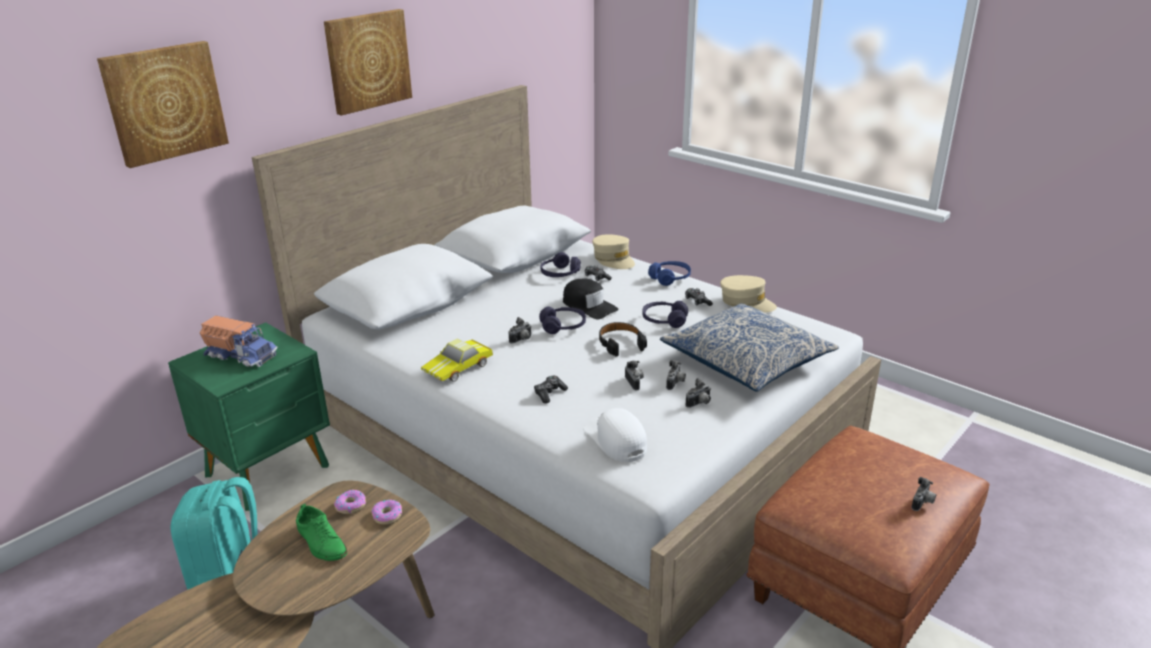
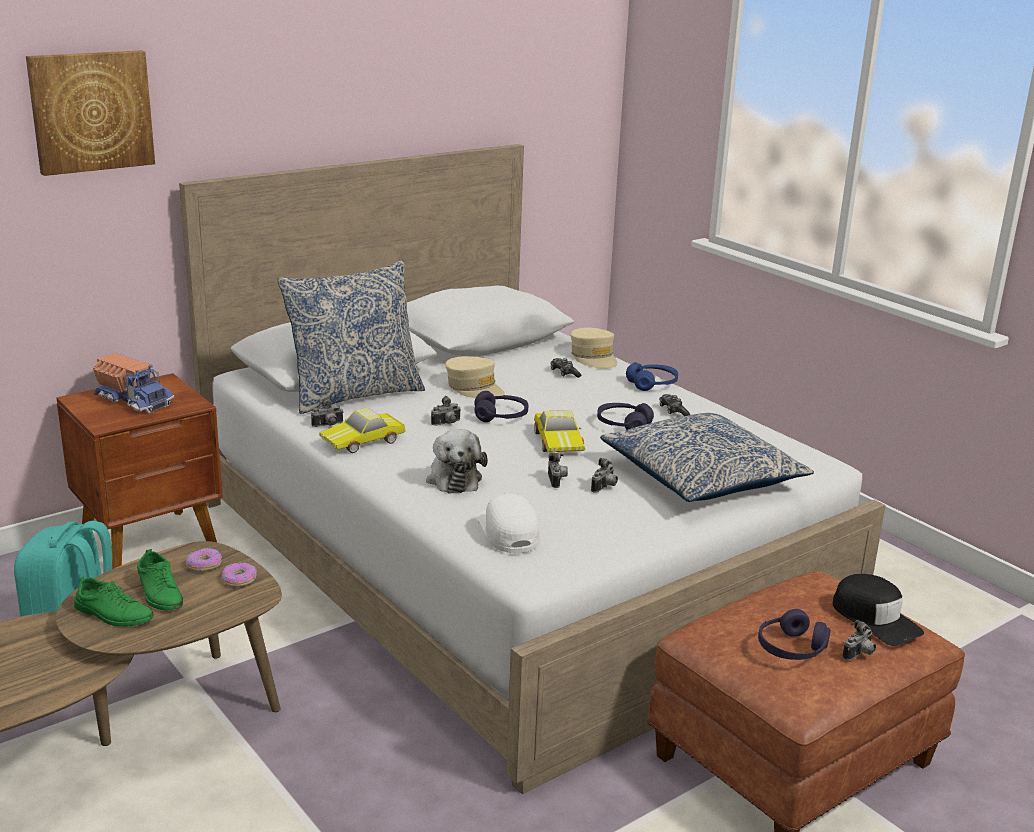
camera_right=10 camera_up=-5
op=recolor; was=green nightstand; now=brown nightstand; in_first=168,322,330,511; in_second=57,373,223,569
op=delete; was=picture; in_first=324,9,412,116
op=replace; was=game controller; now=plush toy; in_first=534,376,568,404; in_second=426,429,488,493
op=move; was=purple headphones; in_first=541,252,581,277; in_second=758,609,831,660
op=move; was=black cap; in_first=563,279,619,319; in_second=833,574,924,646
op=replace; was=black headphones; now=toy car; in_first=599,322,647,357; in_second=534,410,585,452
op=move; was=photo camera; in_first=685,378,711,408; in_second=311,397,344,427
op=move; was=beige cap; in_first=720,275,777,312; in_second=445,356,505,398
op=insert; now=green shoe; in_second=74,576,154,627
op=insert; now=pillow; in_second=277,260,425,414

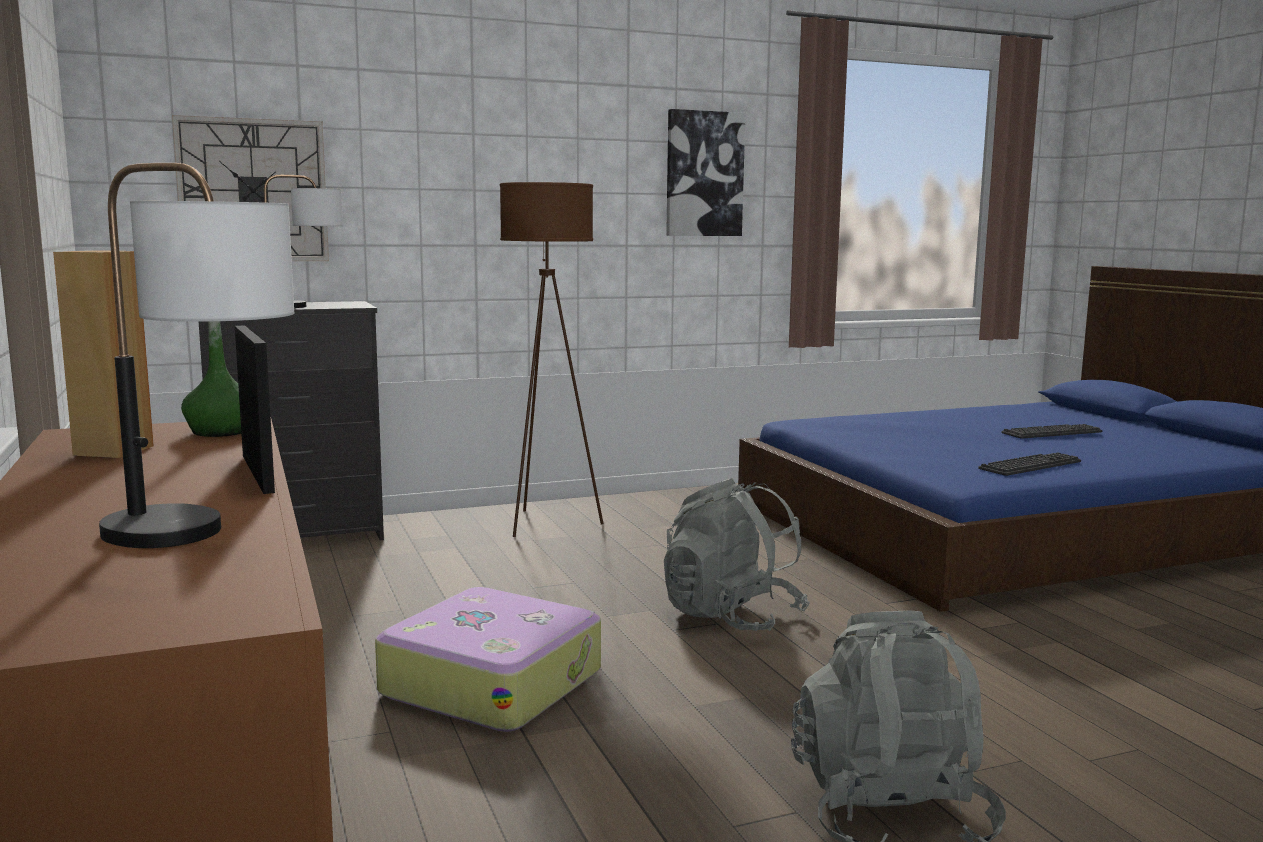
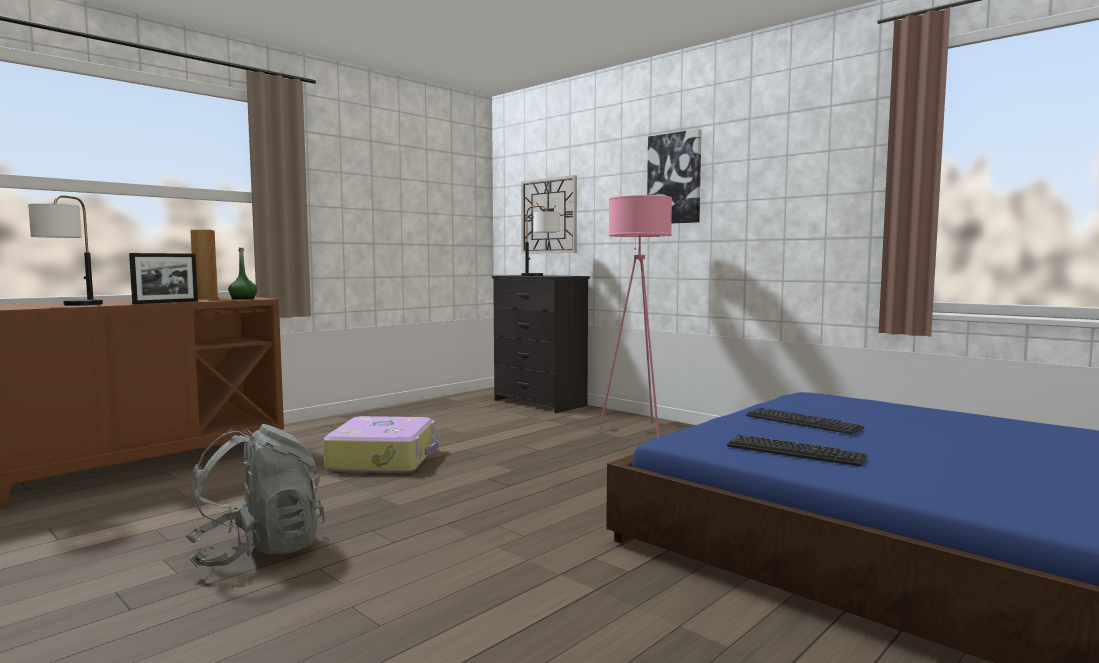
camera_right=65 camera_up=-5
op=recolor; was=brown floor lamp; now=pink floor lamp; in_first=500,182,604,537; in_second=599,195,672,438
op=delete; was=grey backpack; in_first=664,478,810,631
op=move; was=picture; in_first=666,109,745,236; in_second=647,129,701,224
op=move; was=keyboard; in_first=1001,424,1102,439; in_second=746,408,864,434

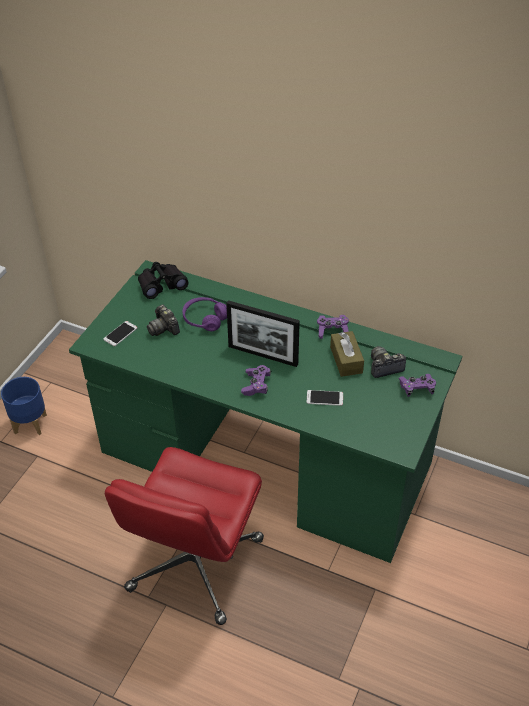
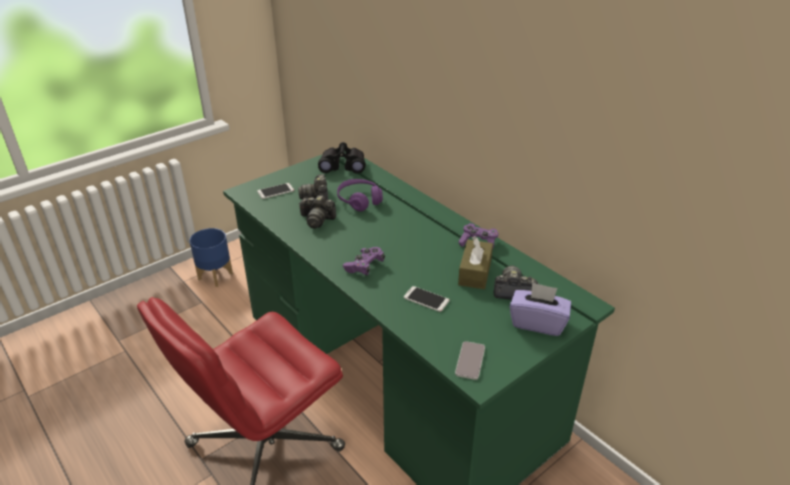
camera_right=25 camera_up=-10
op=delete; was=picture frame; in_first=226,300,300,367
op=replace; was=purple game controller; now=purple tissue box; in_first=399,374,436,397; in_second=509,282,571,336
op=insert; now=photo camera; in_second=299,195,336,228
op=insert; now=phone; in_second=455,341,485,380

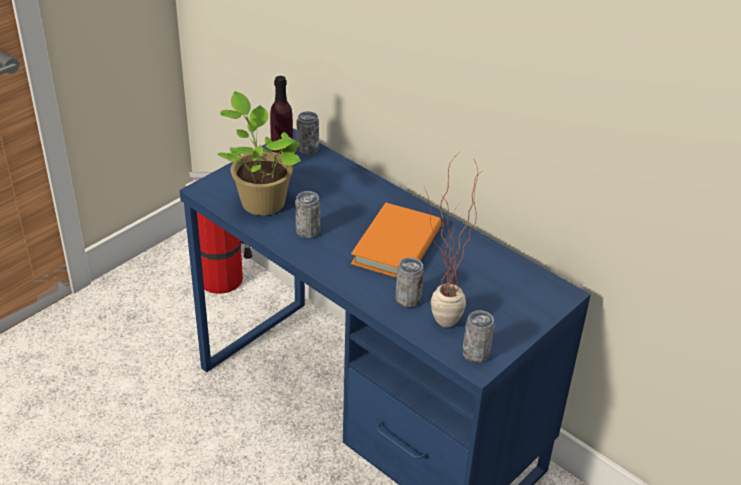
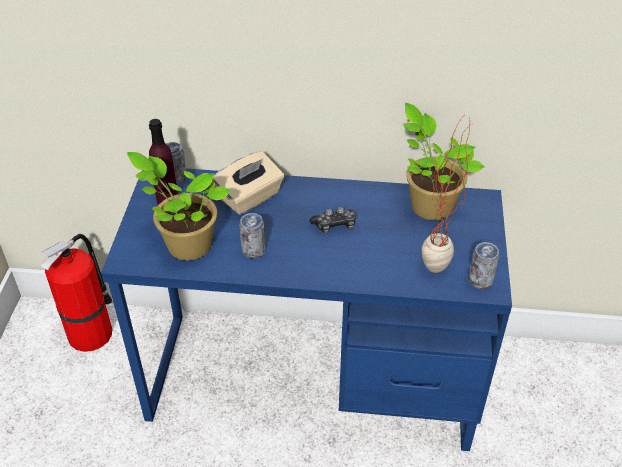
camera_right=-35 camera_up=5
op=replace; was=orange book; now=game controller; in_first=351,203,441,278; in_second=310,207,356,234
op=delete; was=can; in_first=395,257,424,307
op=insert; now=beige tissue box; in_second=213,151,284,215
op=insert; now=potted plant; in_second=403,103,485,220

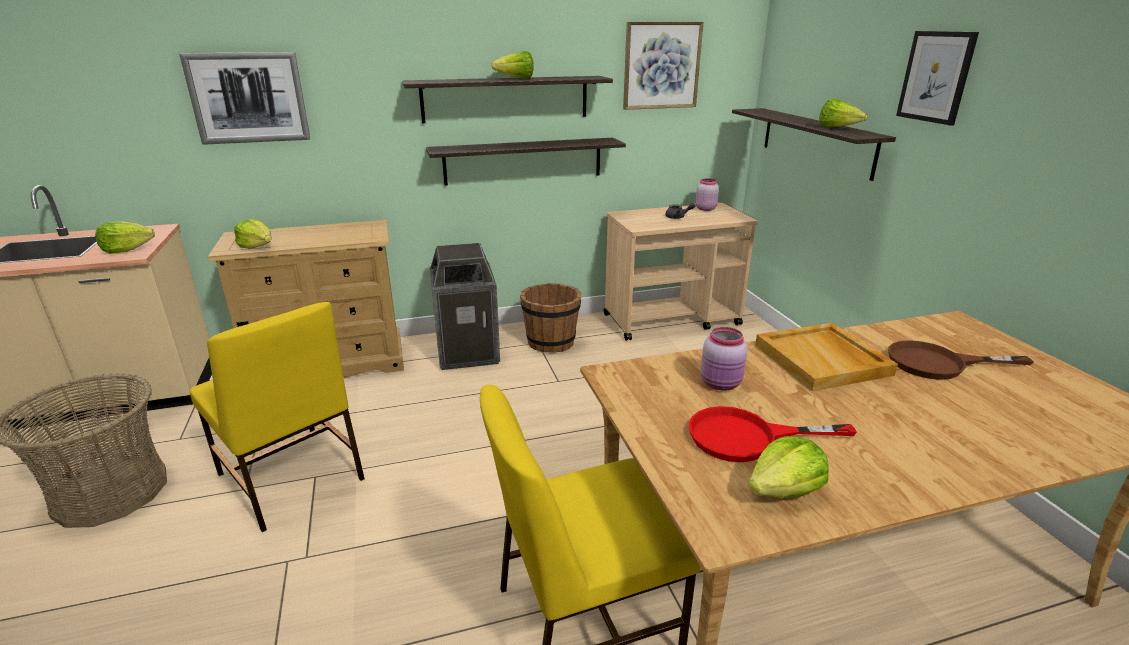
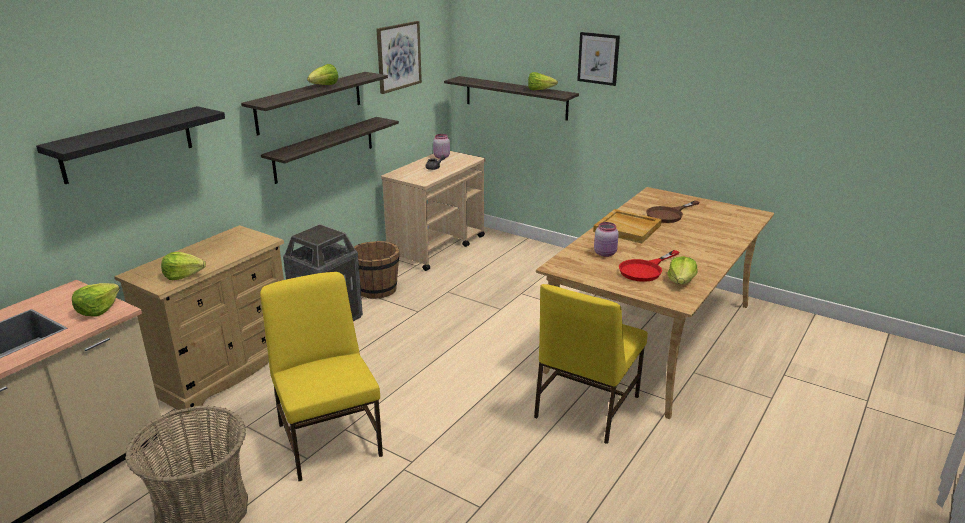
camera_right=-40 camera_up=0
op=replace; was=picture; now=black shelf; in_first=179,52,310,145; in_second=36,106,225,184
op=rotate; was=yellow chair; in_first=189,302,365,532; in_second=260,272,383,481; clockwise=-120

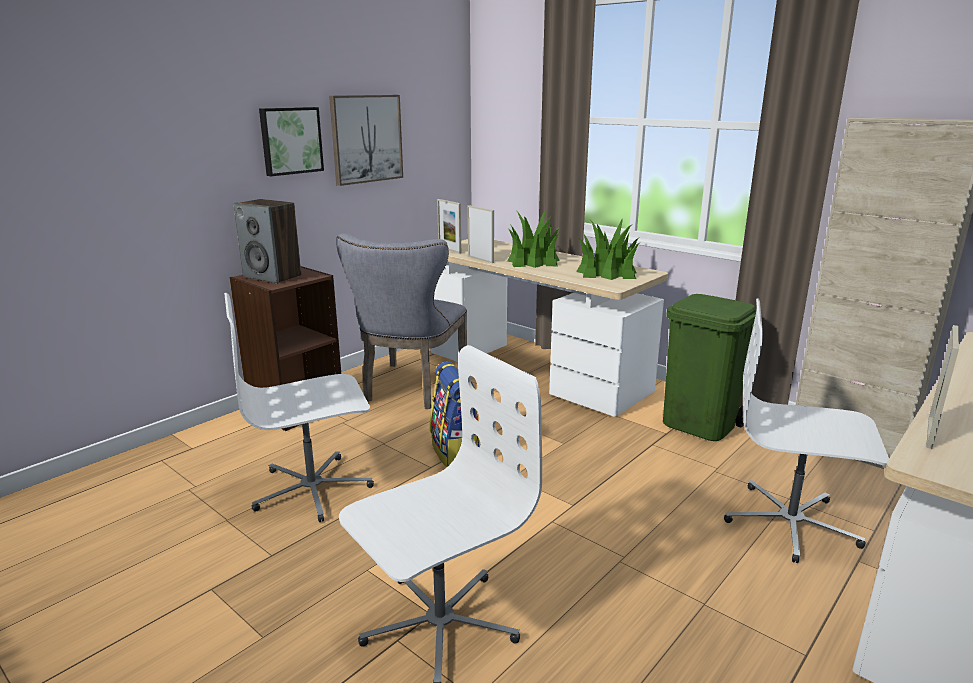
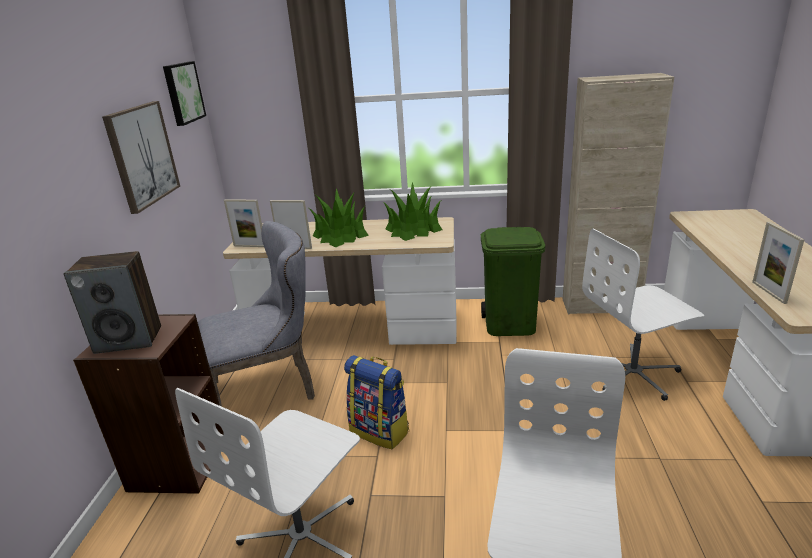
camera_right=-35 camera_up=5
op=move; was=picture; in_first=259,107,324,176; in_second=163,61,206,126
op=rotate; was=grey chair; in_first=336,233,467,409; in_second=198,221,315,407; clockwise=-90

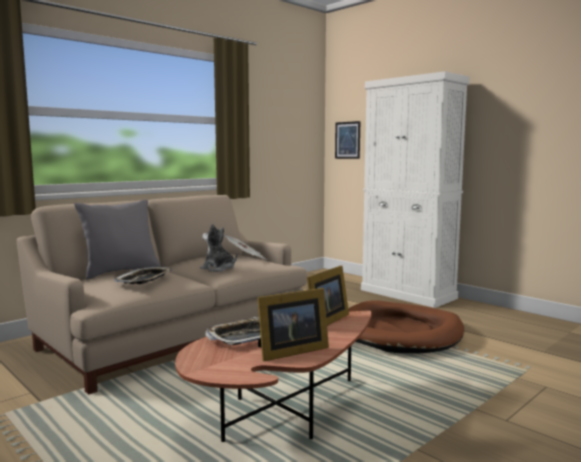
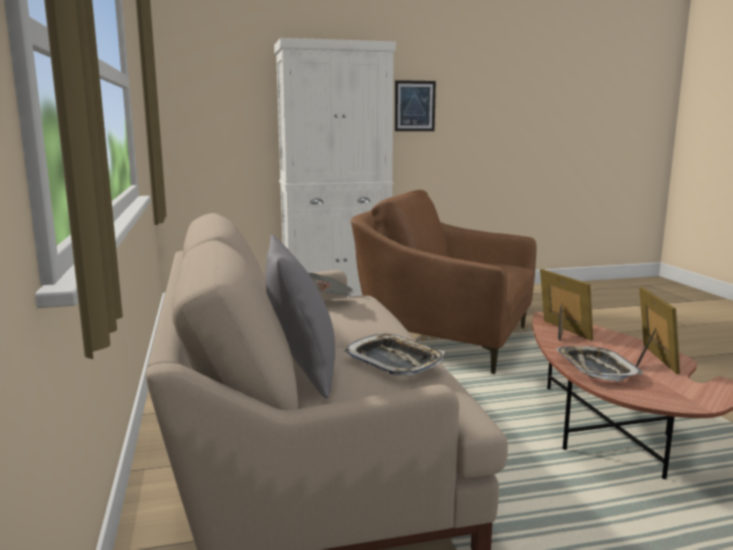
camera_right=-60 camera_up=5
op=delete; was=plush toy; in_first=200,223,238,272
op=move; was=picture; in_first=335,121,360,159; in_second=395,80,436,131
op=replace; was=brown dog bed; now=brown armchair; in_first=348,300,464,353; in_second=351,190,537,374

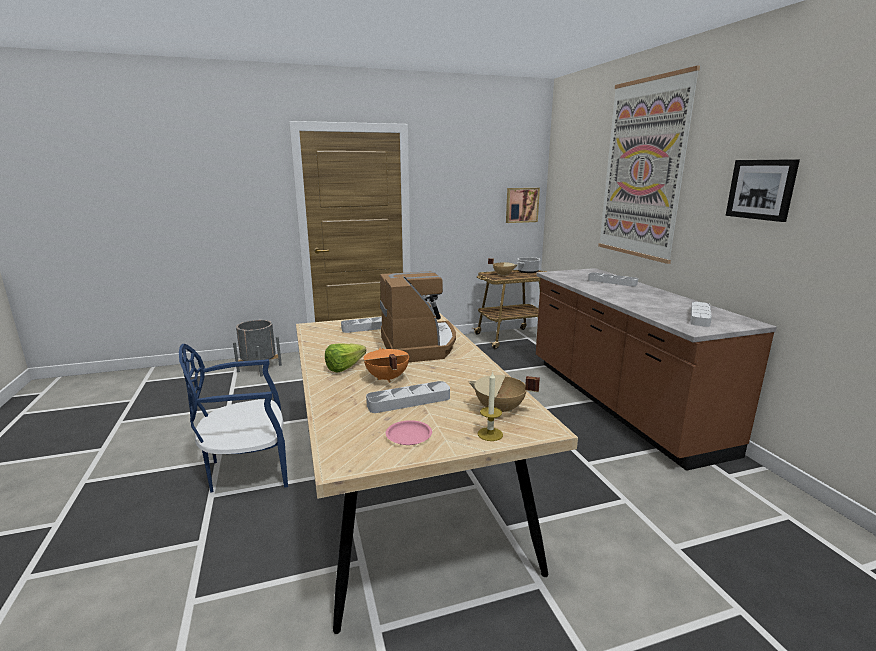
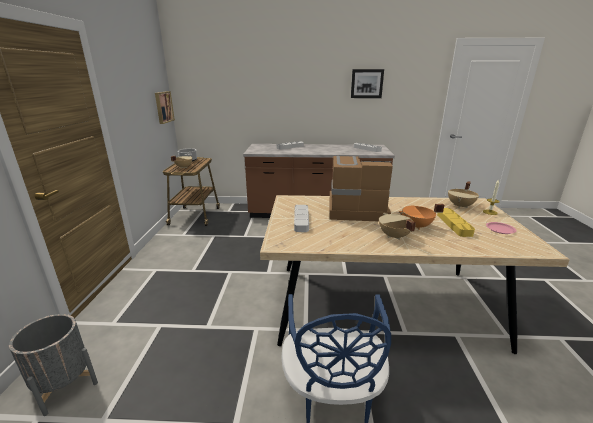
camera_right=-70 camera_up=5
op=replace; was=lettuce; now=beige cooking pot; in_first=325,343,366,373; in_second=379,213,416,240
op=recolor; was=grey tray; now=yellow tray; in_first=366,381,450,413; in_second=437,208,475,237
op=delete; was=picture; in_first=598,65,700,264

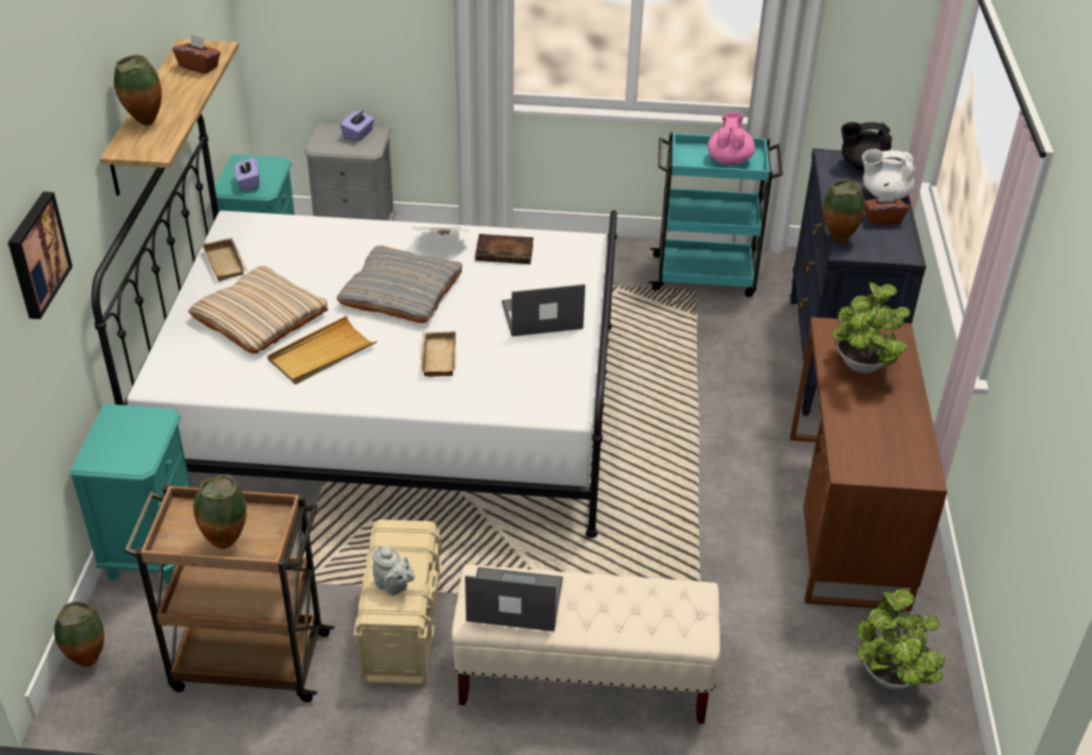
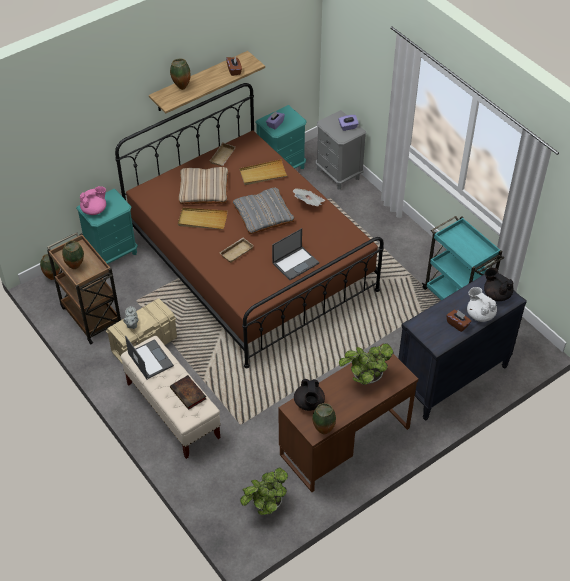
camera_right=50 camera_up=10
op=delete; was=picture; in_first=8,192,73,319
op=recolor; was=white bed; now=brown bed; in_first=91,114,617,538; in_second=115,83,384,368
op=move; was=book; in_first=475,234,533,264; in_second=170,375,206,410
op=rotate; was=laptop; in_first=502,284,585,336; in_second=272,228,319,280; clockwise=105
op=move; was=pink teapot; in_first=708,112,755,165; in_second=80,186,106,215
op=move; was=vase; in_first=823,180,865,243; in_second=312,403,336,434
op=insert; now=beige tray; in_second=239,159,287,185
op=insert; now=black teapot; in_second=294,379,325,411

